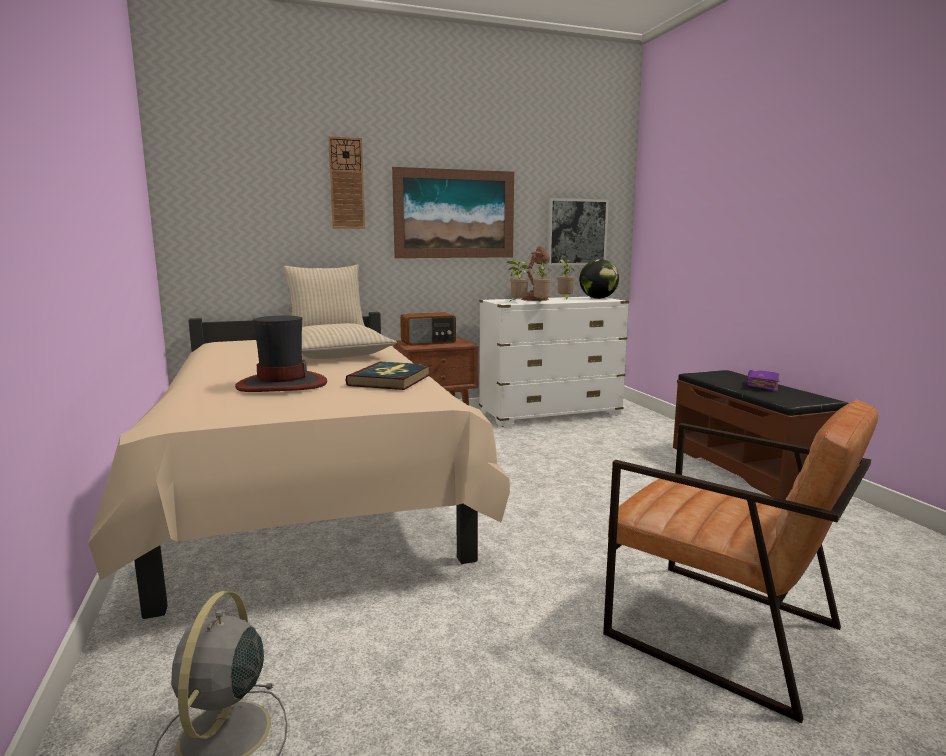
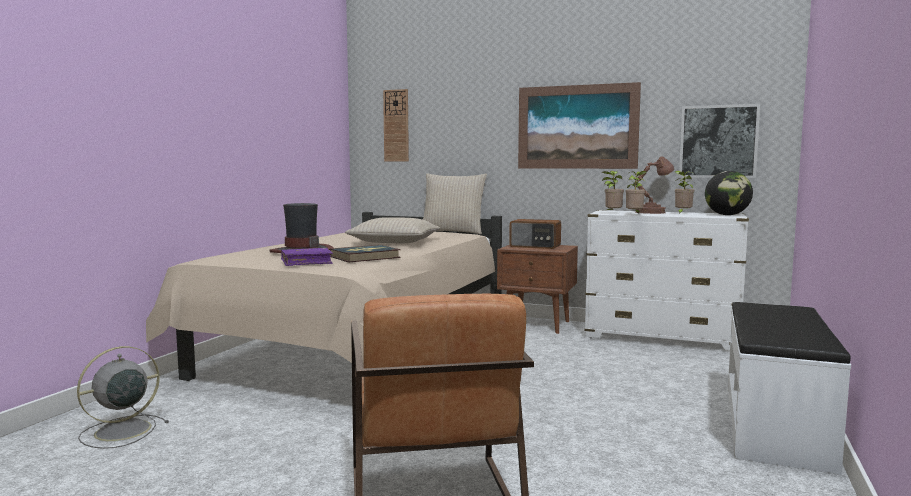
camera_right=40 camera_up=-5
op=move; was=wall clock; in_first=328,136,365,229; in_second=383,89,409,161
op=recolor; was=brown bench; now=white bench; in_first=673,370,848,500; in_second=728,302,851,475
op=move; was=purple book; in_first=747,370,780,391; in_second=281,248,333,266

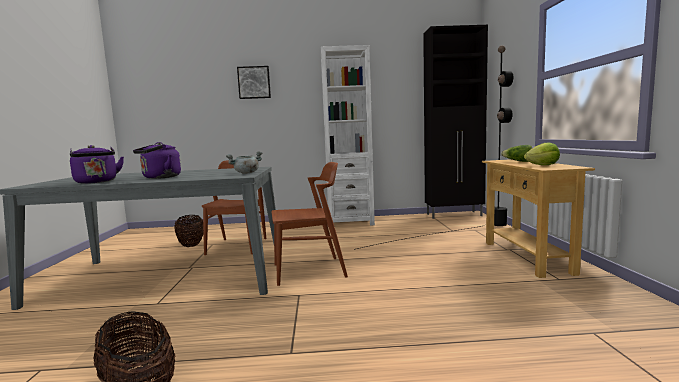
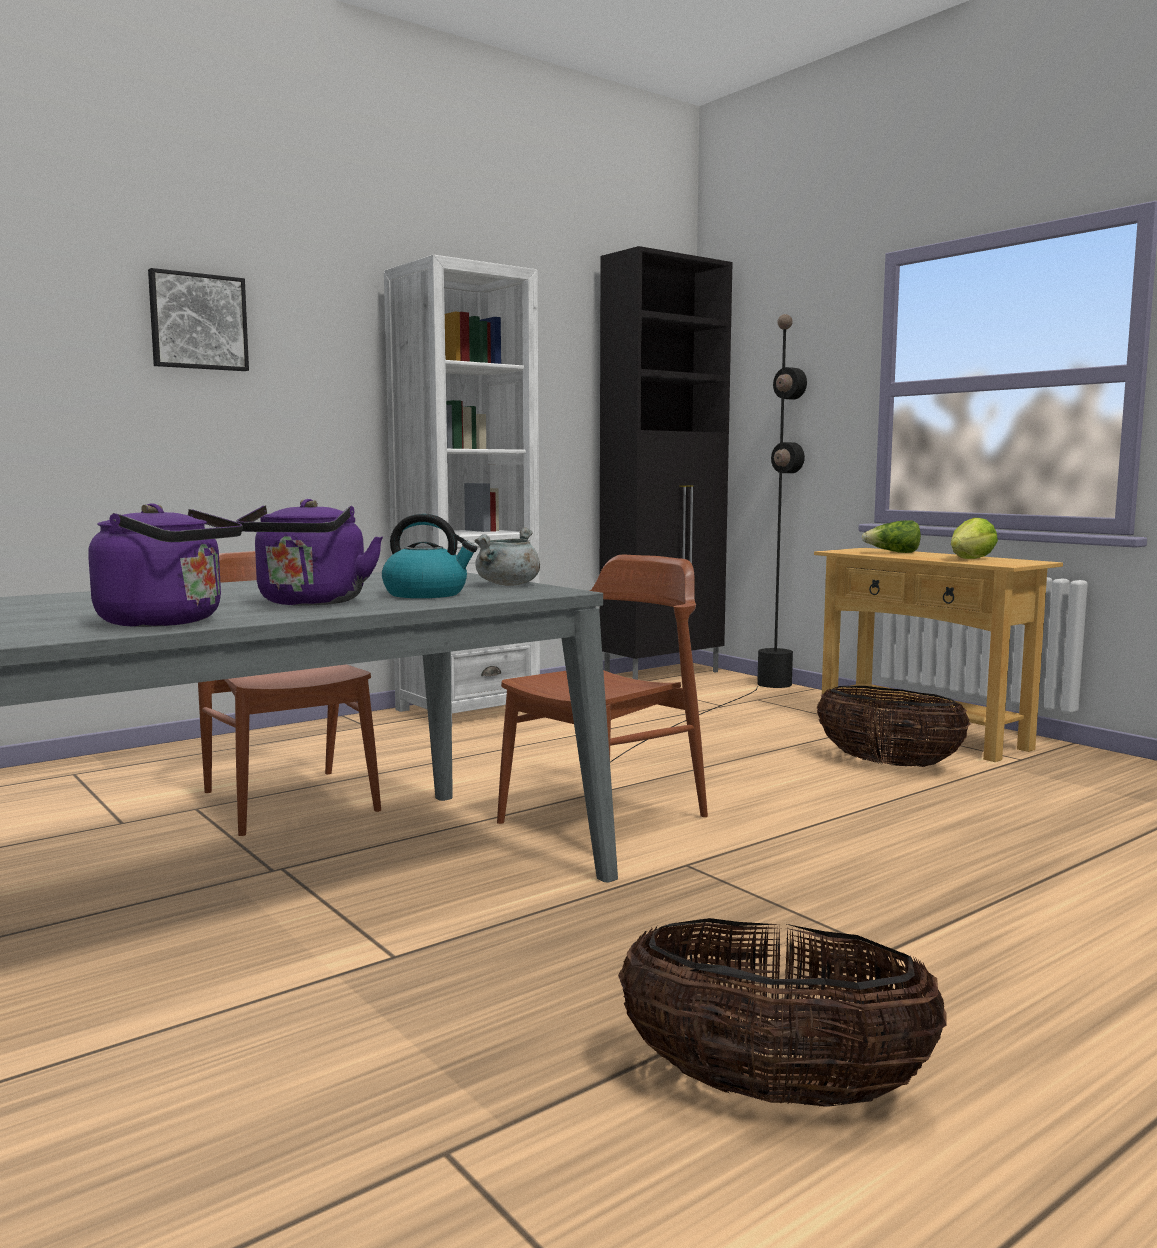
camera_right=-35 camera_up=0
op=move; was=basket; in_first=174,215,203,247; in_second=817,686,971,767
op=insert; now=kettle; in_second=382,514,477,598

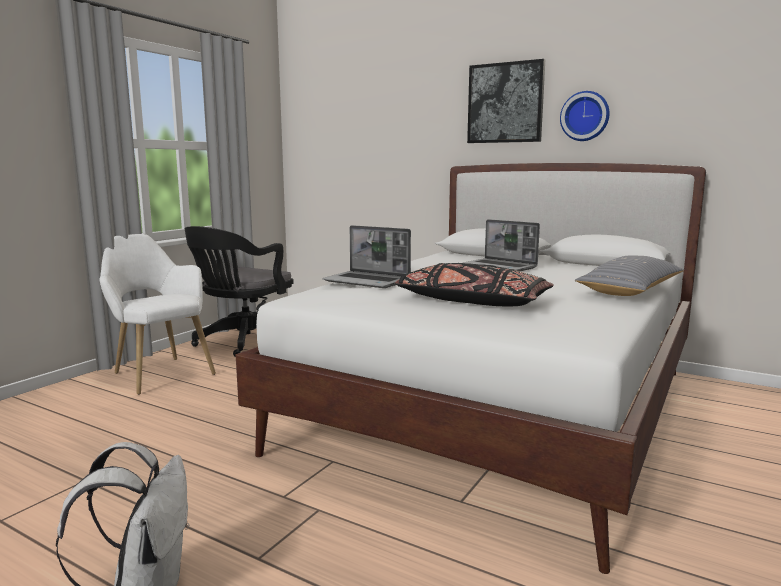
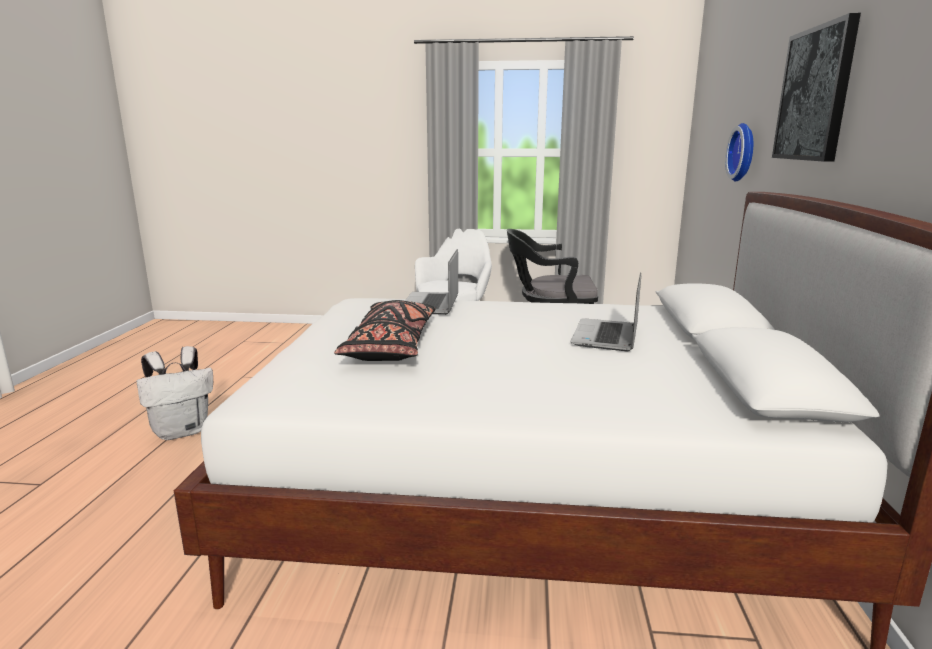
camera_right=65 camera_up=5
op=move; was=wall clock; in_first=560,91,610,141; in_second=725,123,753,182
op=delete; was=grey pillow; in_first=575,255,684,296

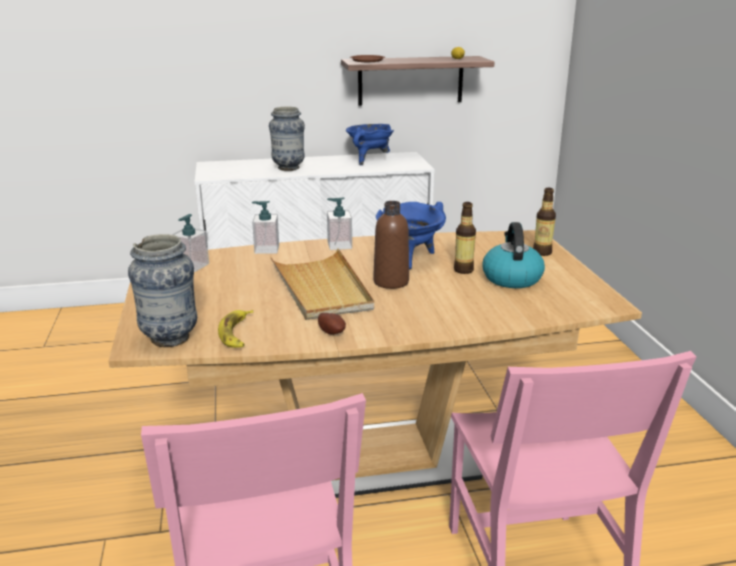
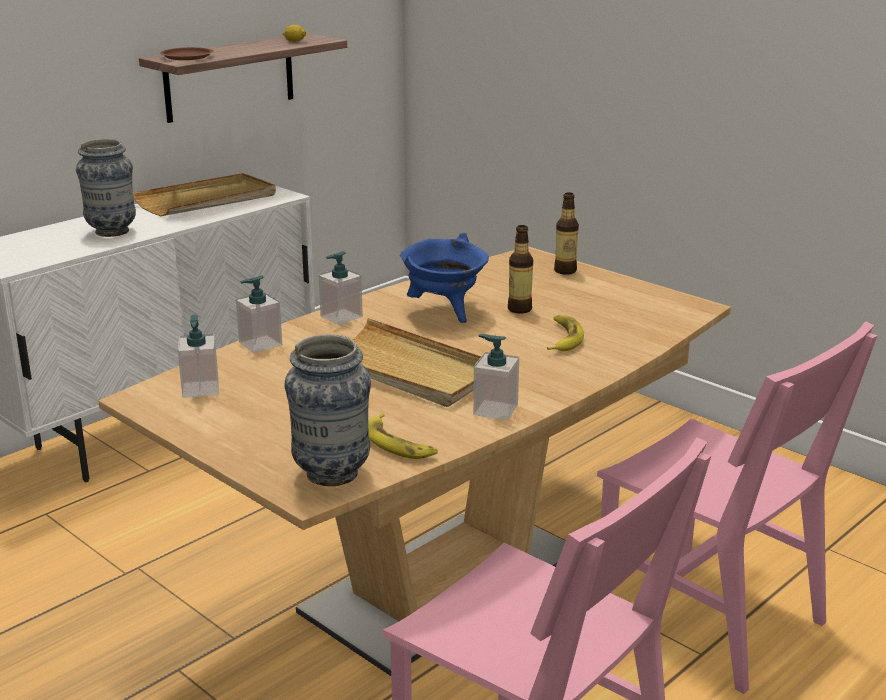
camera_right=-35 camera_up=0
op=replace; was=potato; now=soap dispenser; in_first=318,313,346,334; in_second=473,334,519,420
op=replace; was=blue cooking pot; now=beige tray; in_first=346,124,394,166; in_second=133,173,276,216
op=delete; was=brown bottle; in_first=373,201,409,289
op=delete; was=kettle; in_first=482,222,545,288
op=insert; now=banana; in_second=547,315,584,351

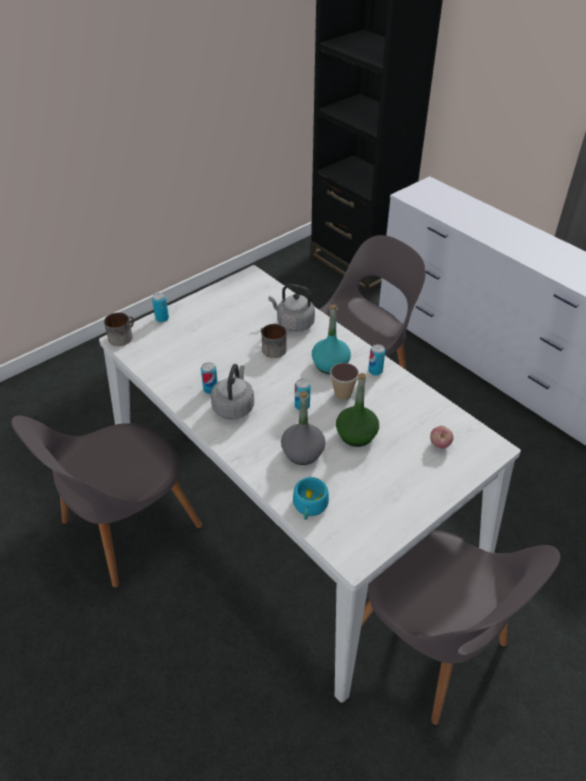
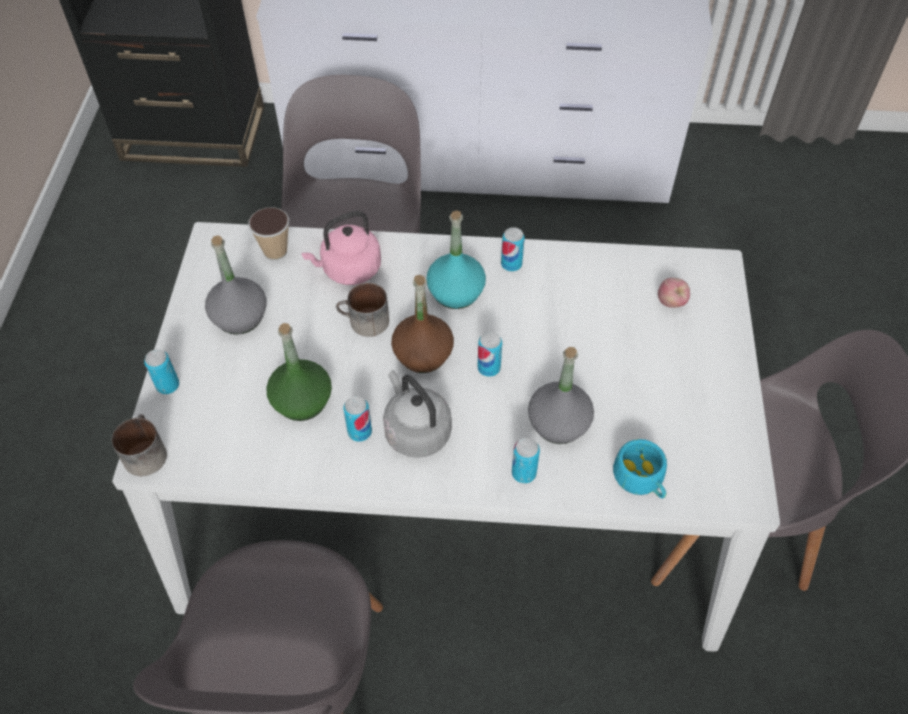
camera_right=-45 camera_up=10
op=recolor; was=grey kettle; now=pink kettle; in_first=269,284,315,332; in_second=302,211,381,285
op=move; was=cup; in_first=330,363,359,401; in_second=248,207,289,260
op=move; was=green bottle; in_first=336,373,379,447; in_second=266,323,332,421
op=insert; now=grey bottle; in_second=205,235,266,335
op=insert; now=brown bottle; in_second=391,275,454,373
op=insert; now=can; in_second=512,438,540,483

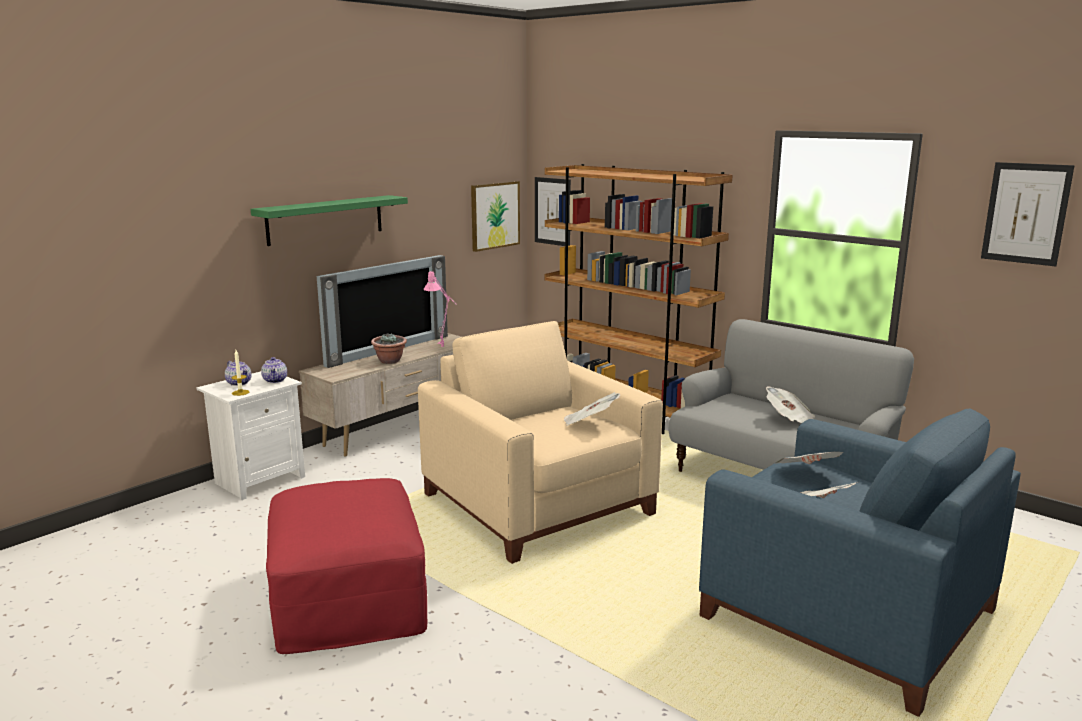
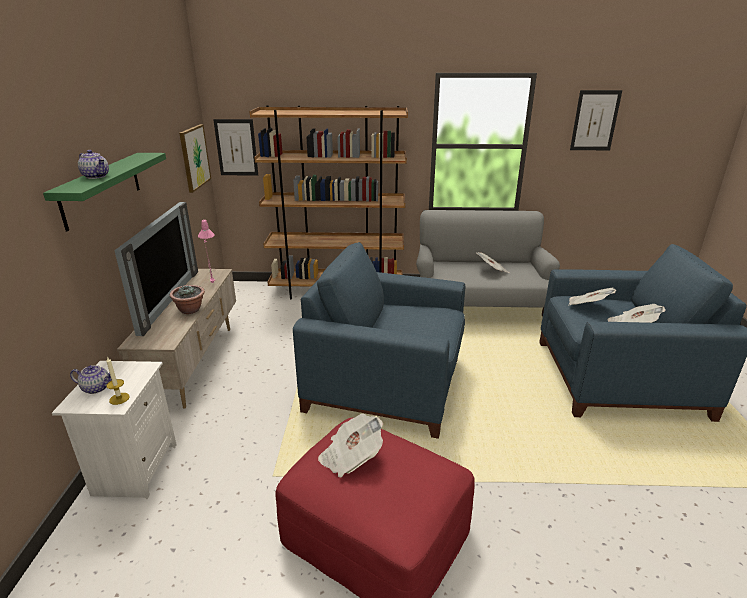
camera_right=-40 camera_up=10
op=move; was=teapot; in_first=261,357,287,383; in_second=78,150,109,179
op=recolor; was=beige armchair; now=blue armchair; in_first=418,321,663,564; in_second=293,242,465,439
op=move; was=newspaper; in_first=564,392,620,426; in_second=318,413,383,478

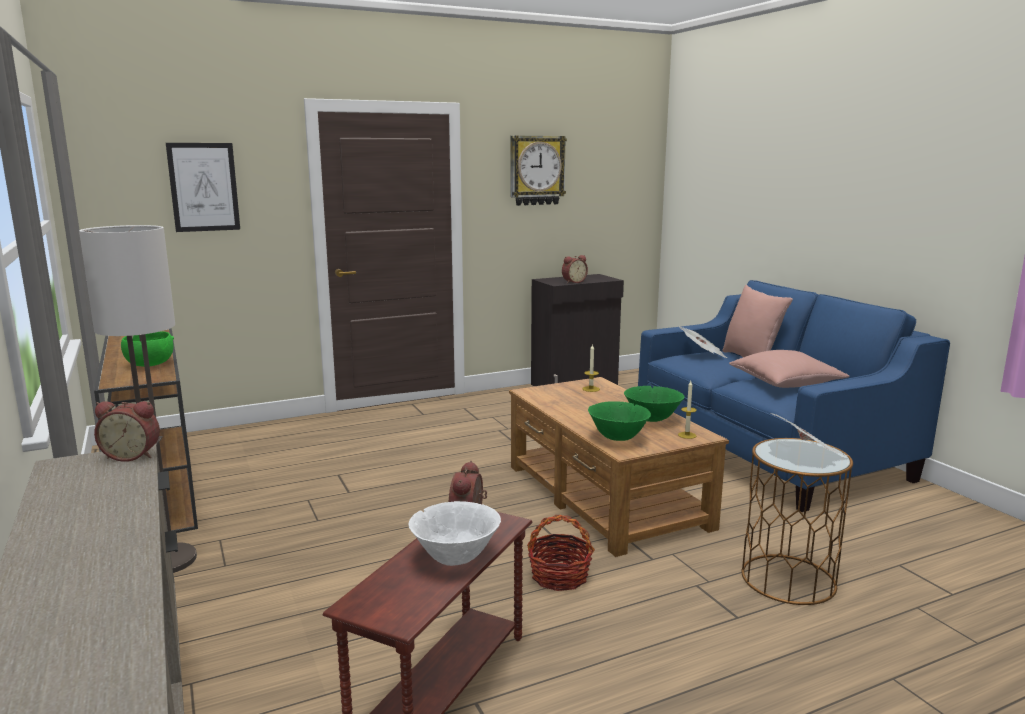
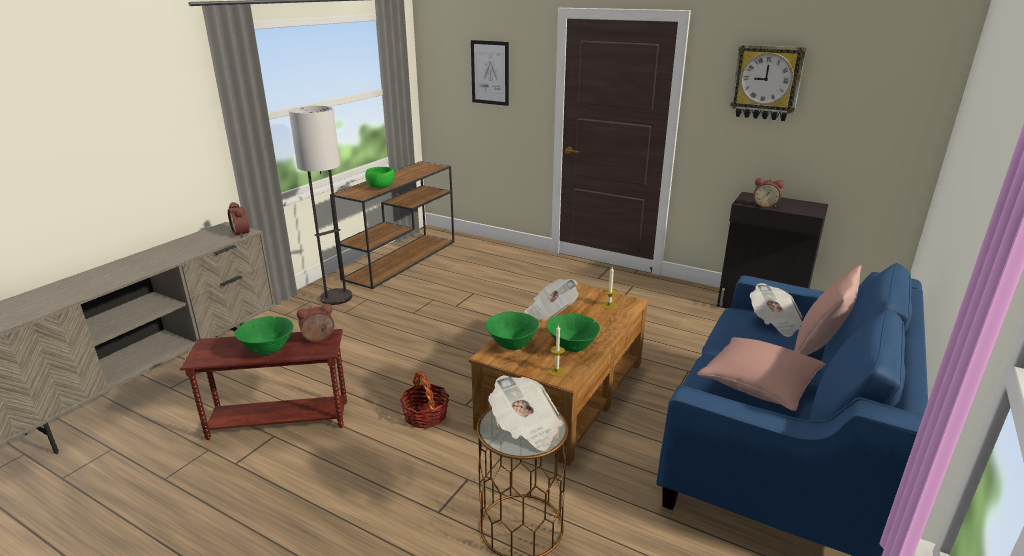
camera_right=55 camera_up=10
op=recolor; was=white bowl; now=green bowl; in_first=409,501,501,566; in_second=235,316,294,355
op=insert; now=newspaper; in_second=524,279,579,321

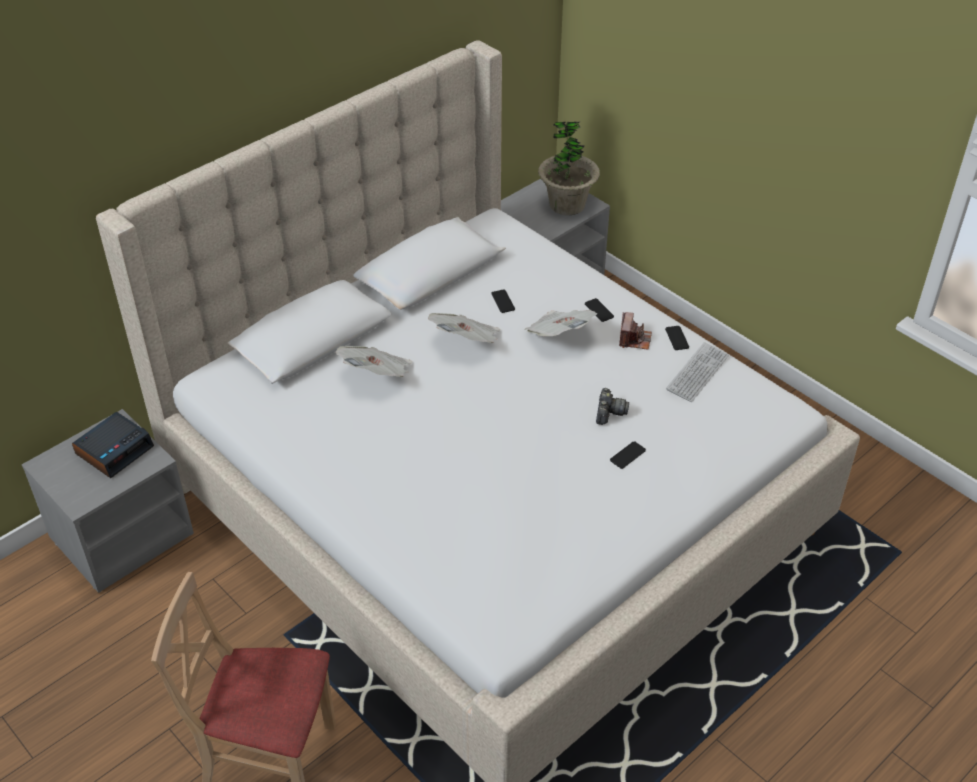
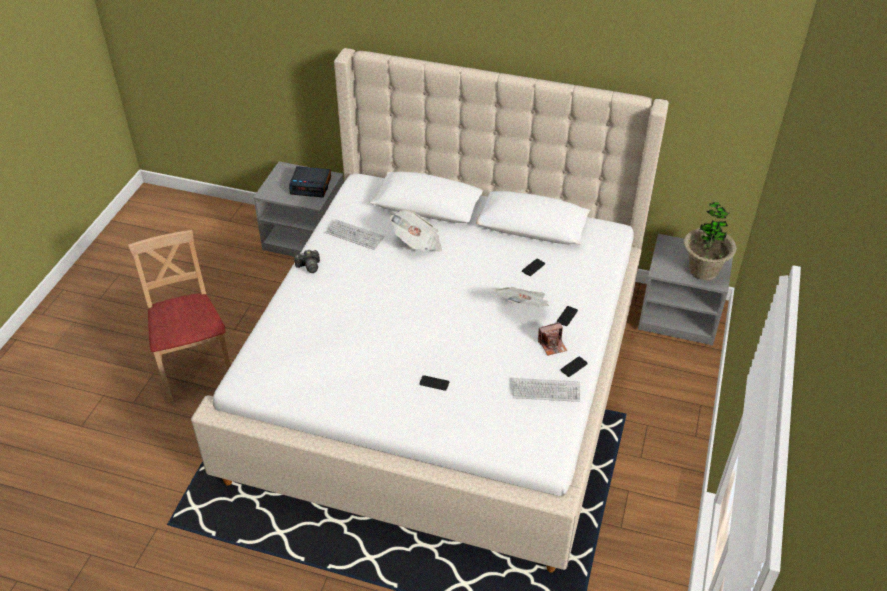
camera_right=60 camera_up=0
op=delete; was=newspaper; in_first=428,313,500,343
op=move; was=photo camera; in_first=596,388,629,425; in_second=294,250,320,273
op=insert; now=keyboard; in_second=325,219,384,250

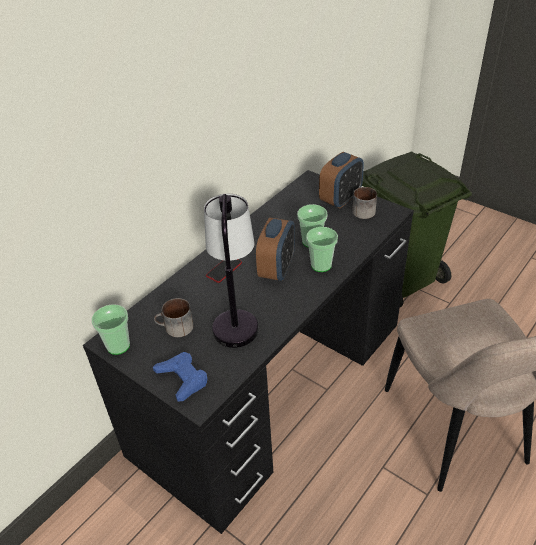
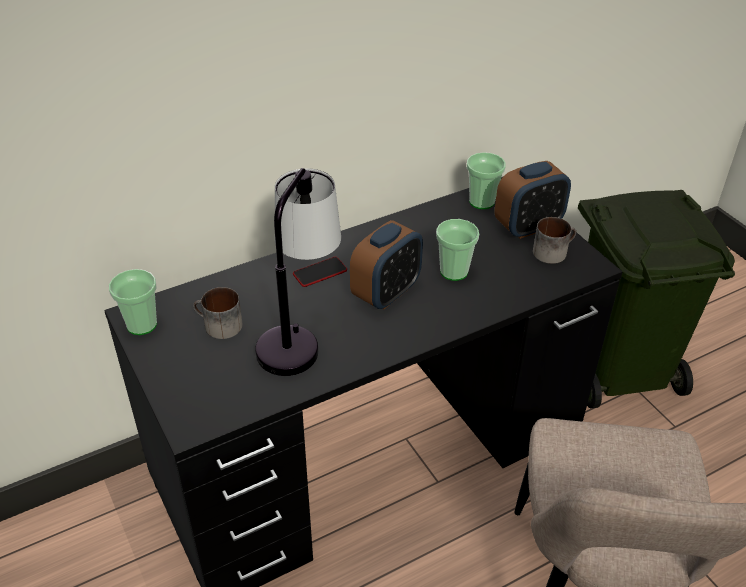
camera_right=20 camera_up=0
op=delete; was=blue game controller; in_first=153,352,207,402
op=move; was=cup; in_first=306,227,338,272; in_second=467,152,506,209

